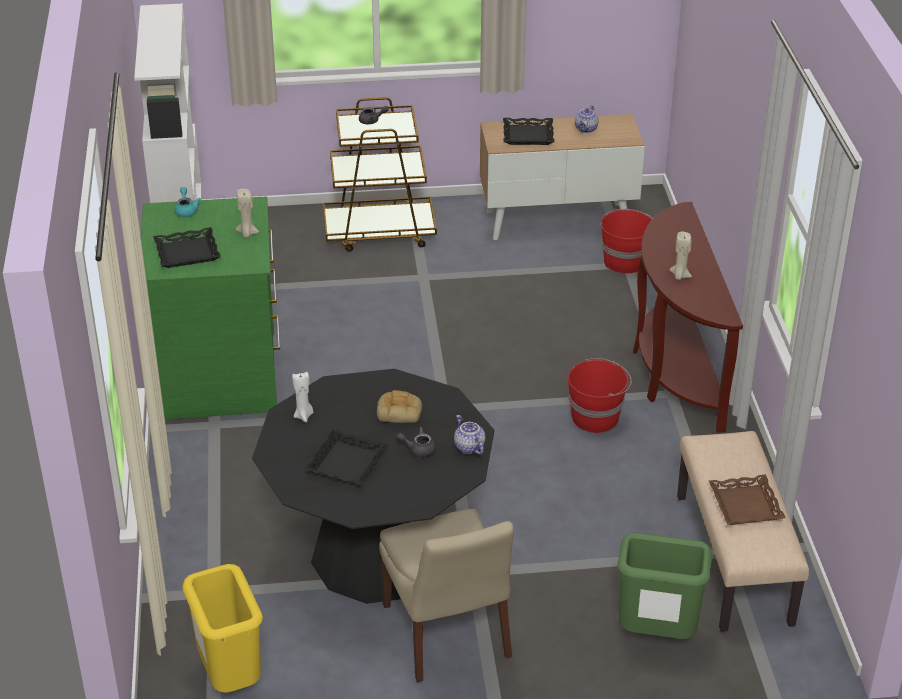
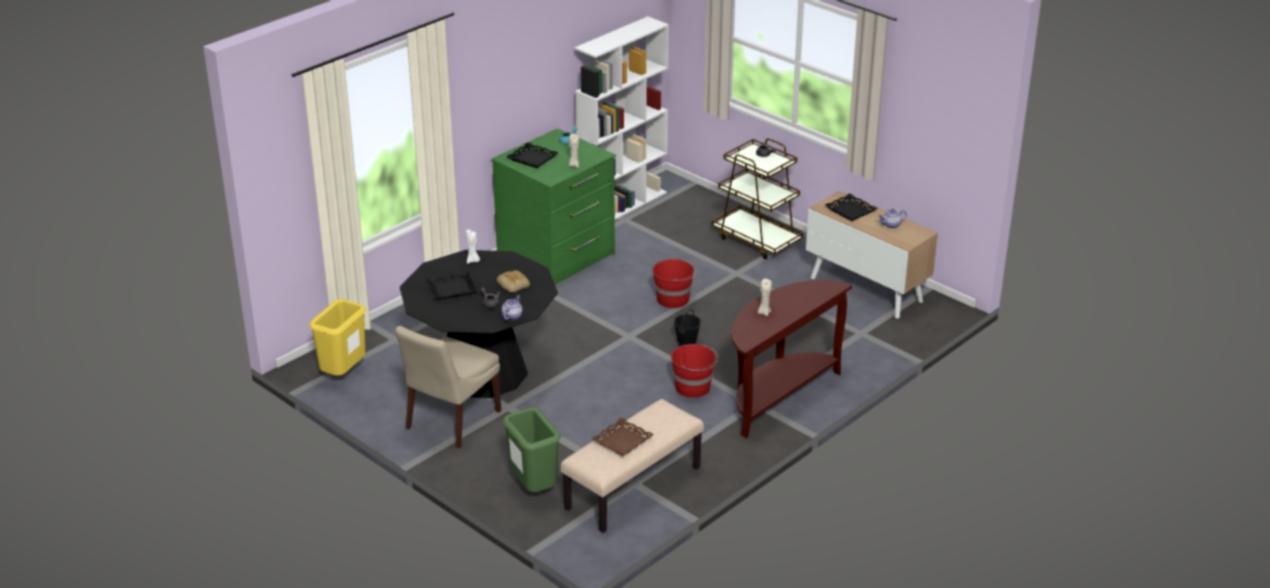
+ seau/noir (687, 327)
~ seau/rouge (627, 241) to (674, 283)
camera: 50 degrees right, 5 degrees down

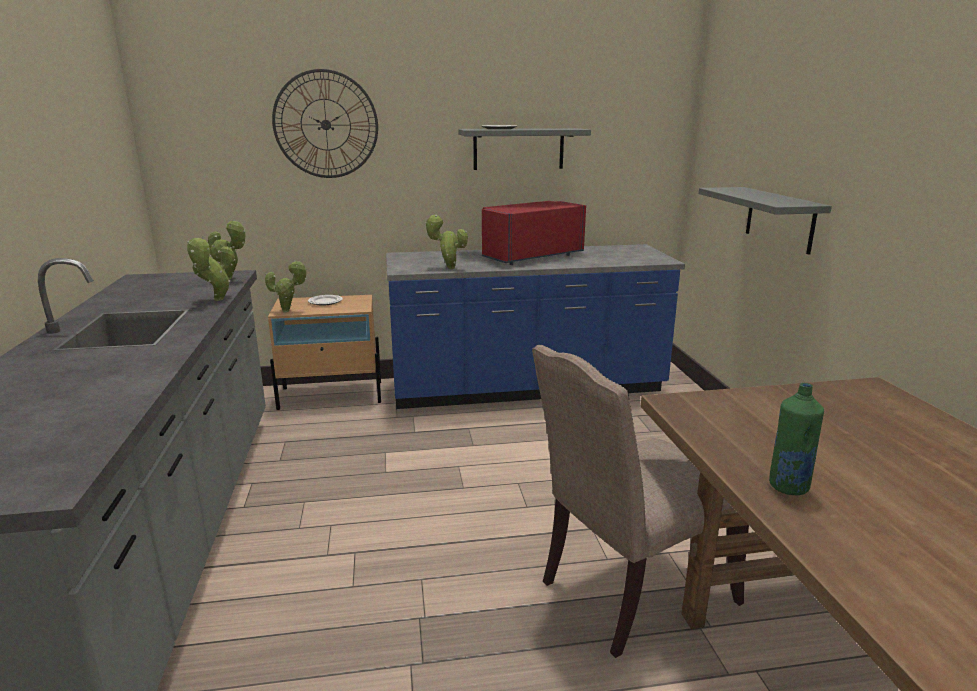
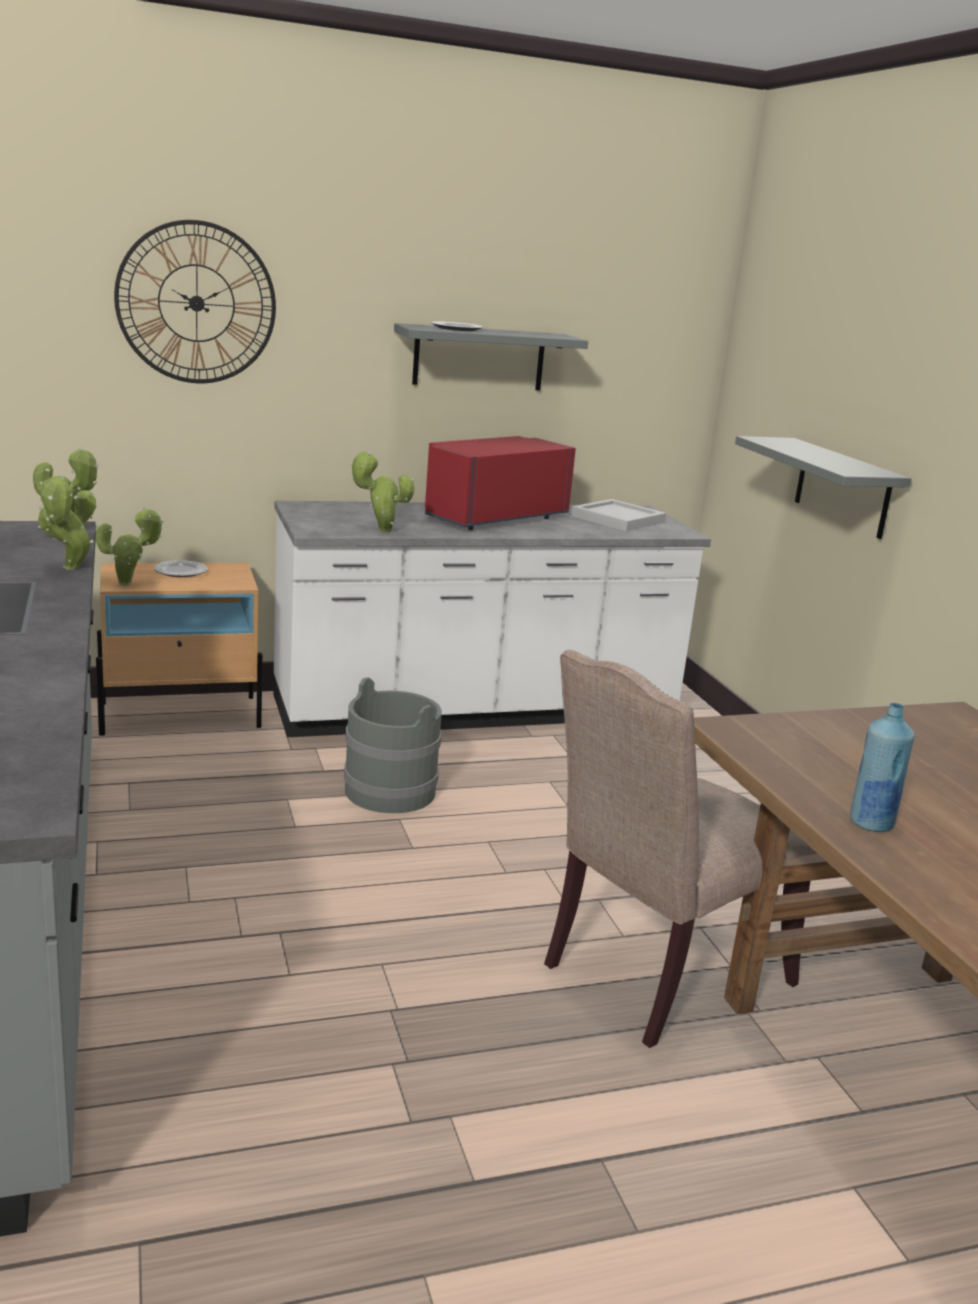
+ seau/gris (393, 745)
+ plateau/blanc (618, 515)
~ comptoir de cuisine/bleu (535, 326) to comptoir de cuisine/blanc (492, 619)
~ bouteille/vert (796, 439) to bouteille/bleu (882, 767)
camera: 10 degrees left, 0 degrees up

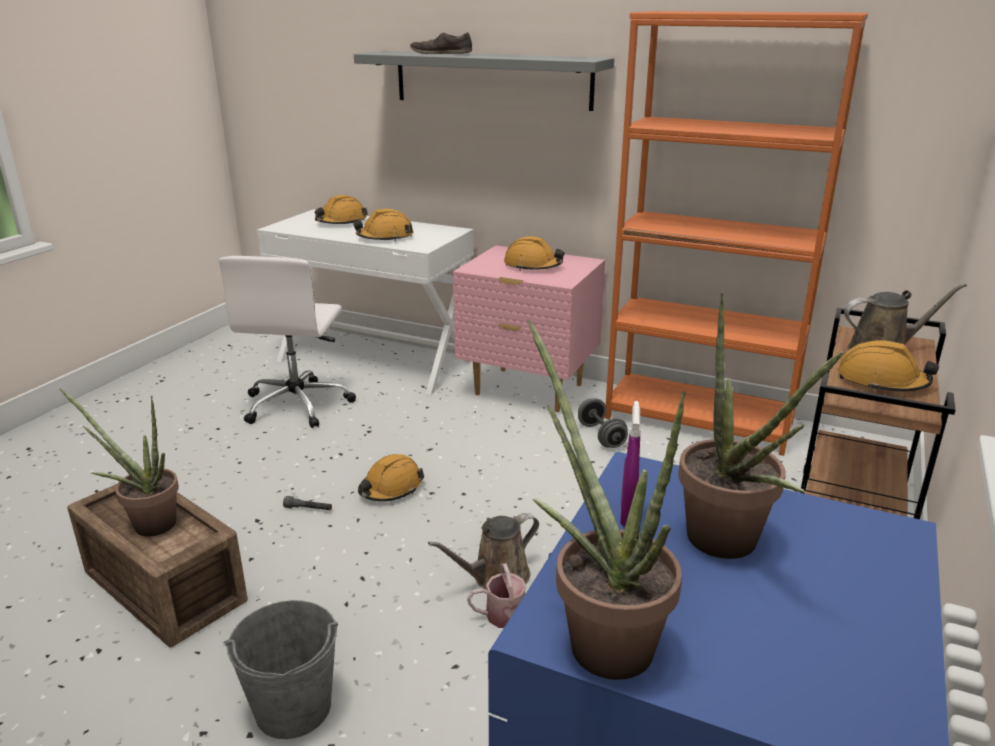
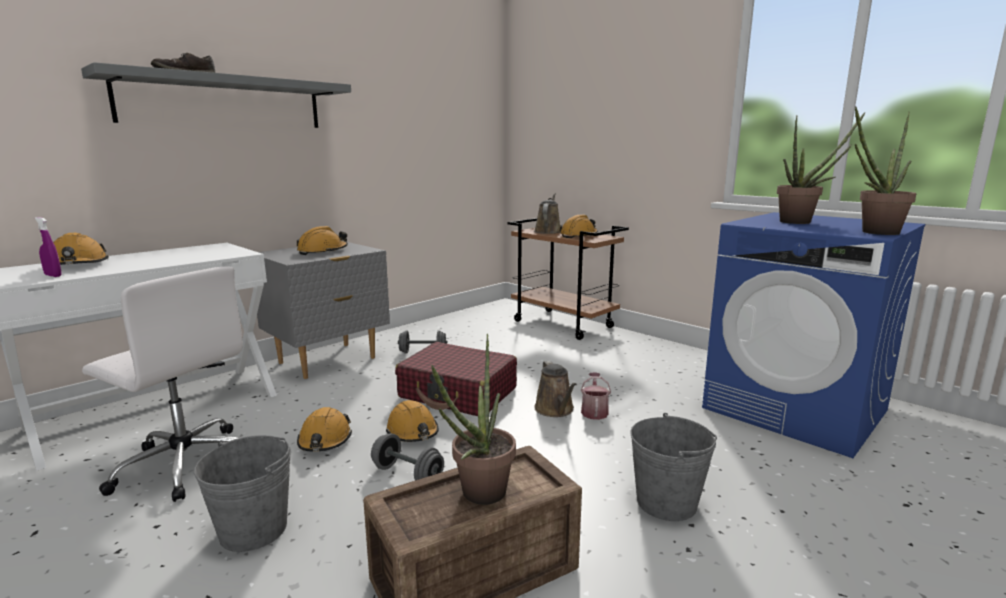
- bibliothèque/orange (736, 233)
+ seau/gris (242, 493)
+ valise/rouge (456, 379)
~ casque de chantier/orange (383, 225) to (324, 429)
~ vaporisateur/violet (630, 464) to (48, 247)
~ lampe de poche/gris (307, 503) to haltère/gris (407, 457)
~ table de chevet/rose (529, 328) to table de chevet/gris (323, 310)
camera: 70 degrees left, 10 degrees down

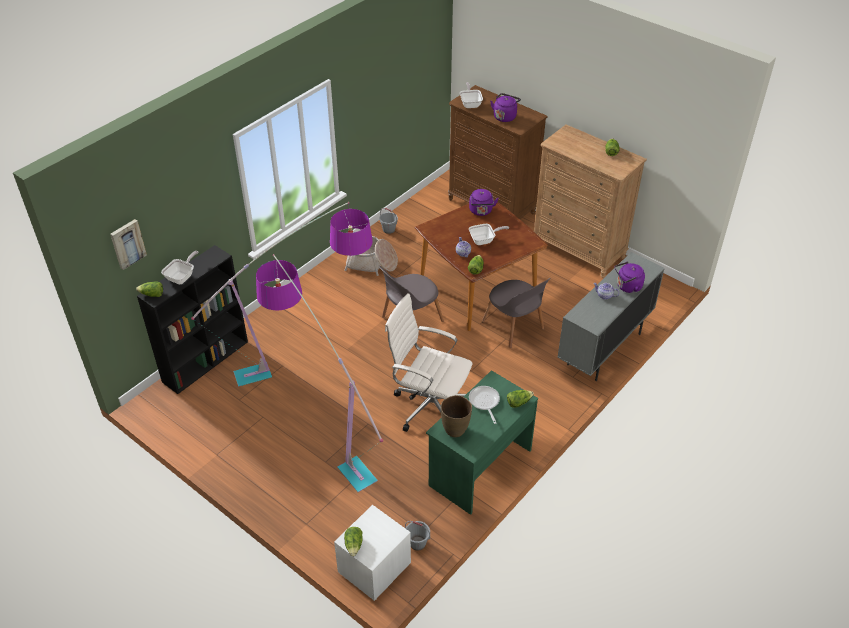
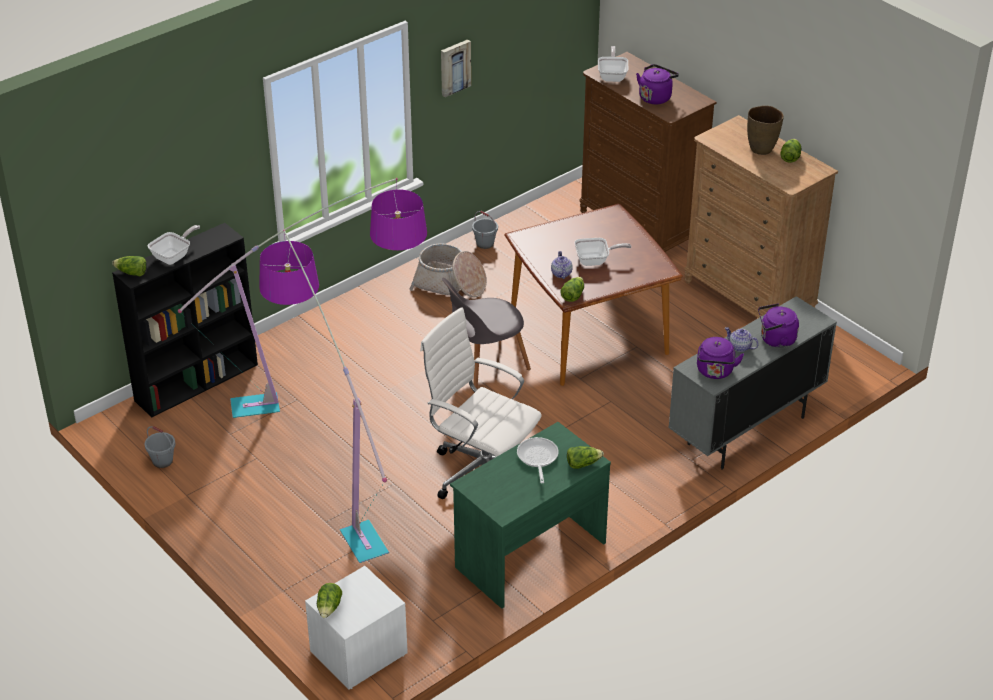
- chaise/gris (516, 313)
~ tableau (128, 244) to (456, 68)
~ seau/gris (417, 536) to (159, 447)
~ vase/marron (456, 416) to (765, 130)
~ bouilloire/violet (484, 202) to (720, 358)
camera: 10 degrees right, 5 degrees down

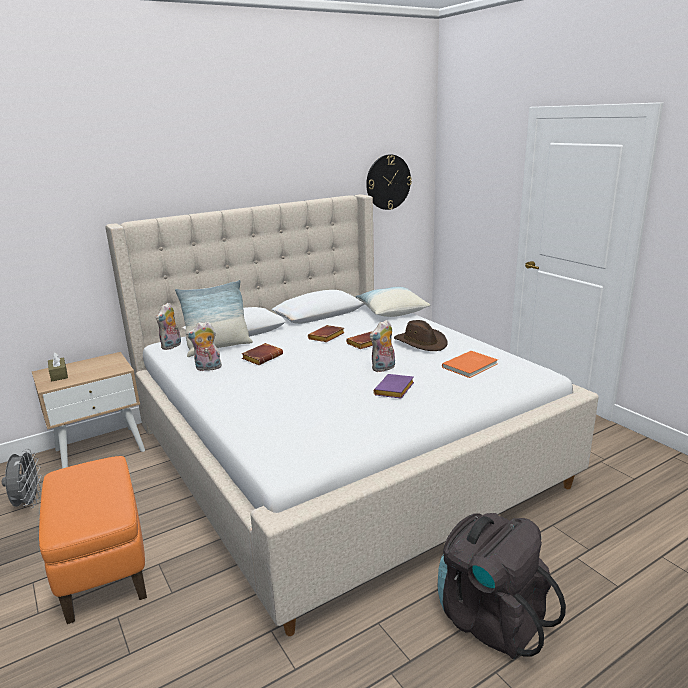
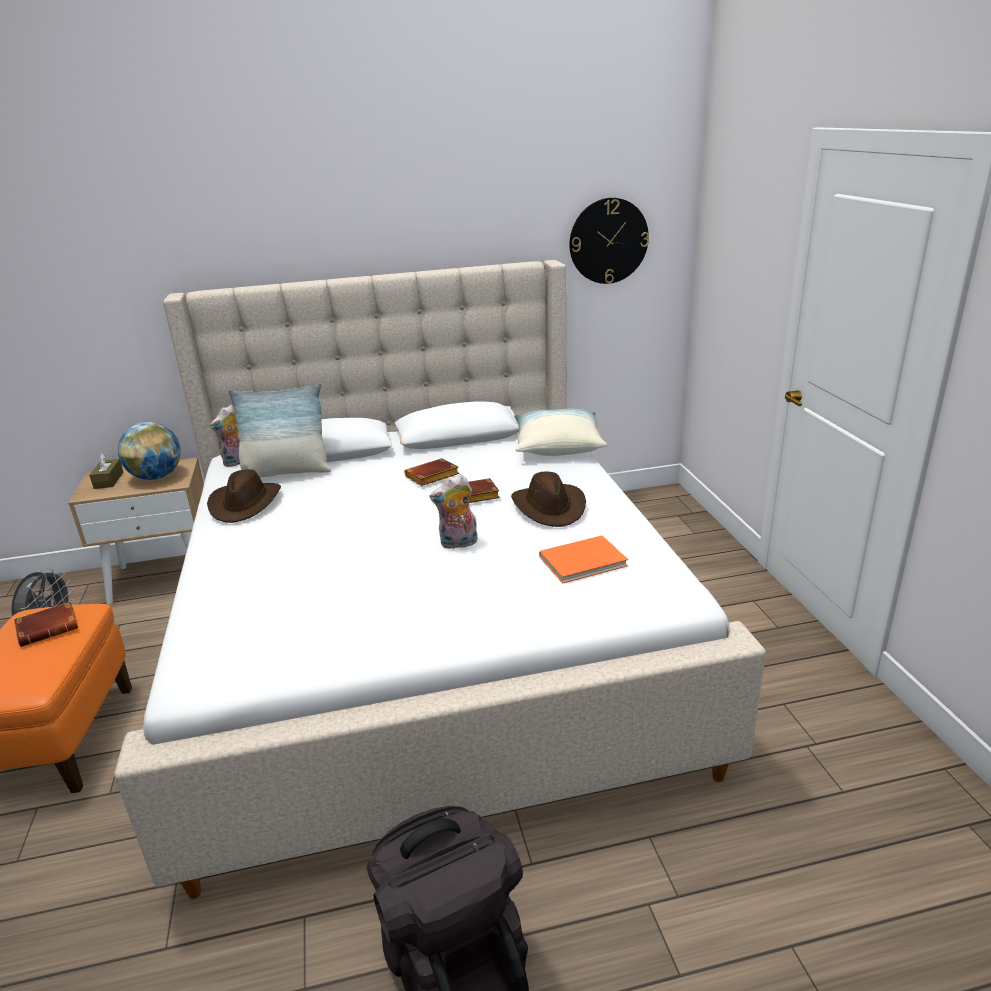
- livre/violet (393, 386)
+ globe (149, 451)
~ livre/marron (262, 354) to (46, 624)
~ peluche (204, 346) to chapeau/marron (244, 496)
camera: 20 degrees right, 5 degrees up

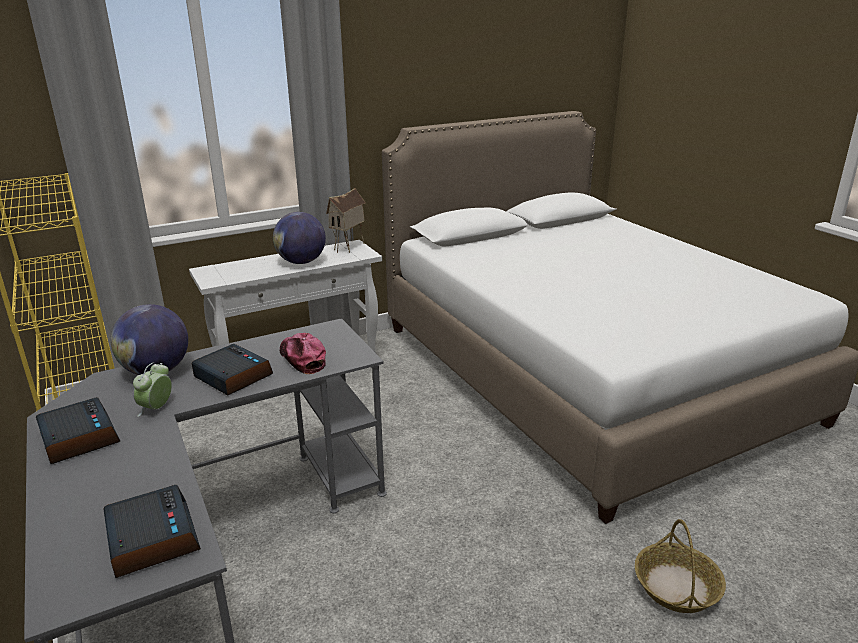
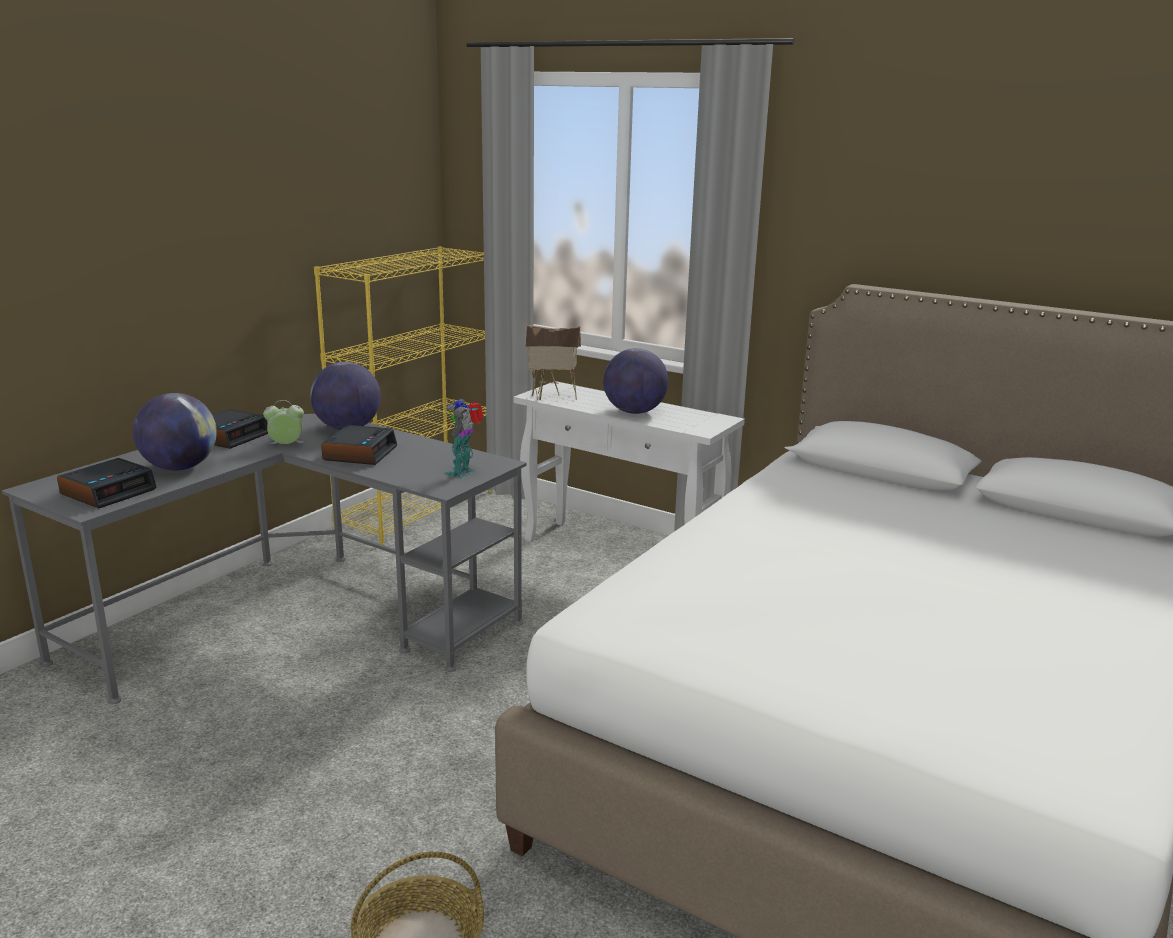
- casquette (303, 353)
+ globe (175, 431)
+ robot jouet (464, 439)
~ maison miniature (346, 220) to (553, 362)
camera: 60 degrees right, 5 degrees down

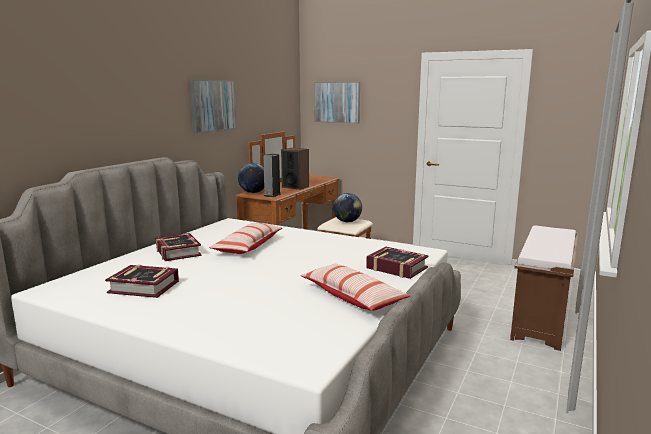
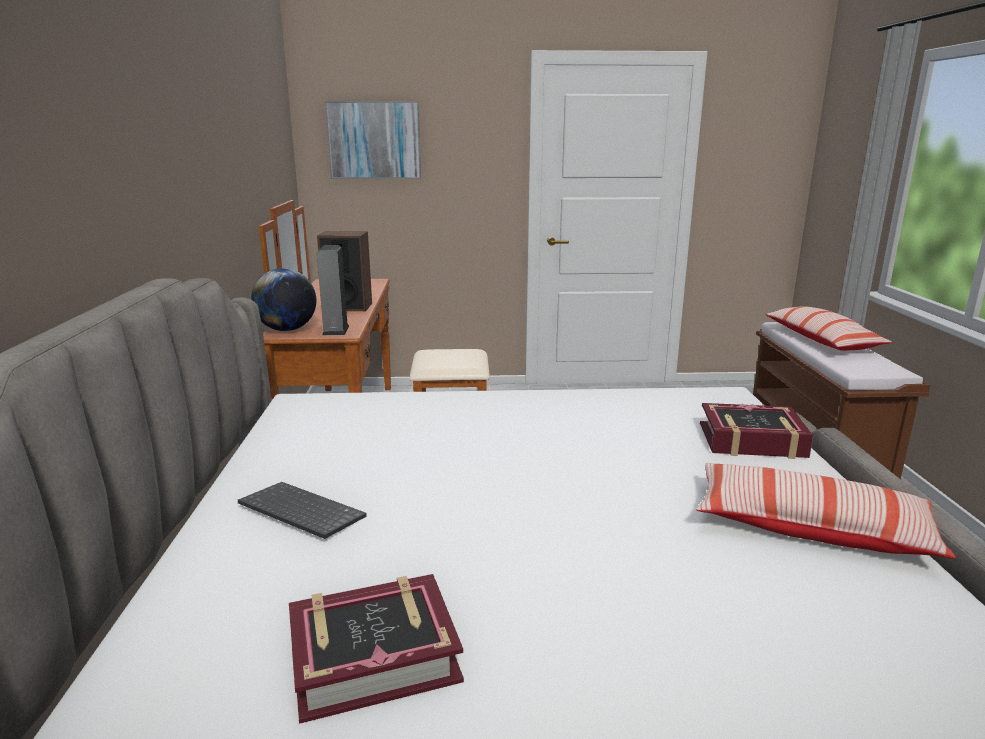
- tableau (213, 106)
- globe (347, 207)
~ coussin (245, 238) to (828, 328)
~ livre (179, 247) to clavier (302, 510)
camera: 30 degrees left, 5 degrees up

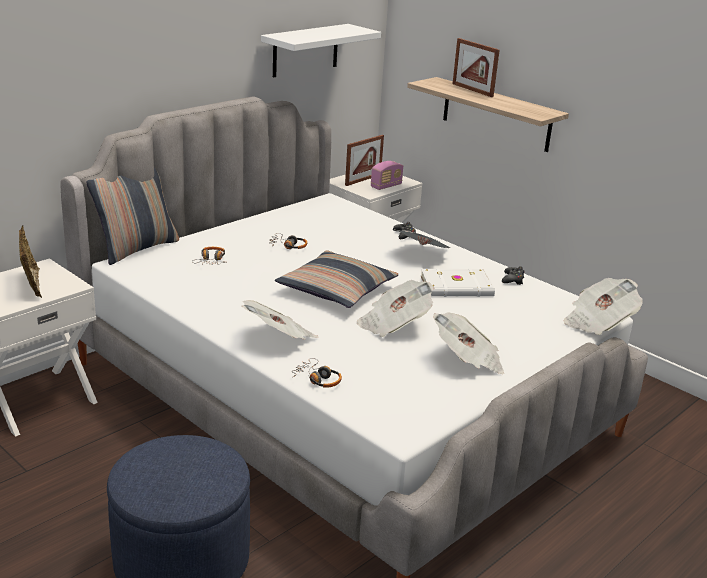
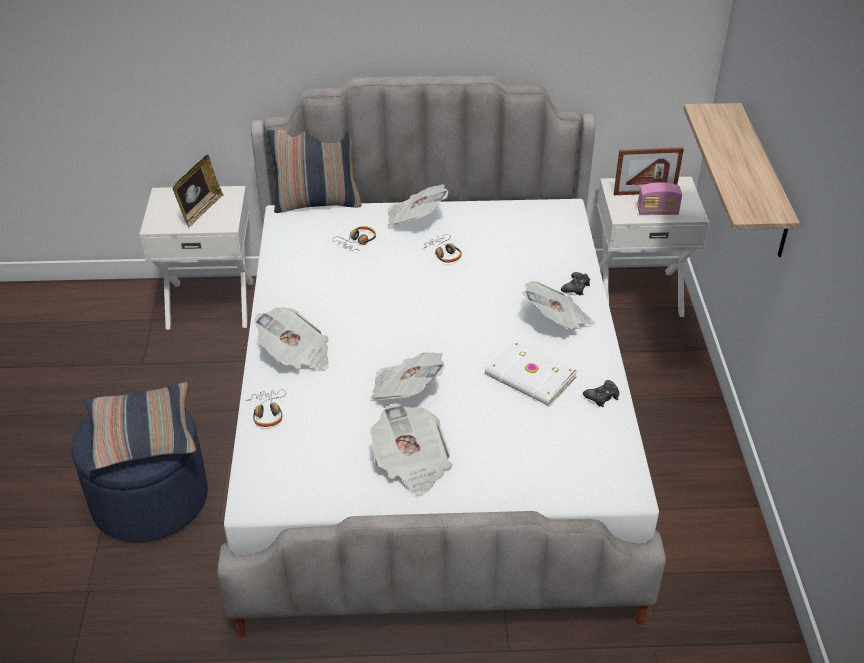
- étagère/blanc (321, 50)
- cadre photo (476, 67)
~ coussin (337, 279) to (141, 427)
~ journal (603, 306) to (418, 205)
camera: 45 degrees right, 15 degrees up

